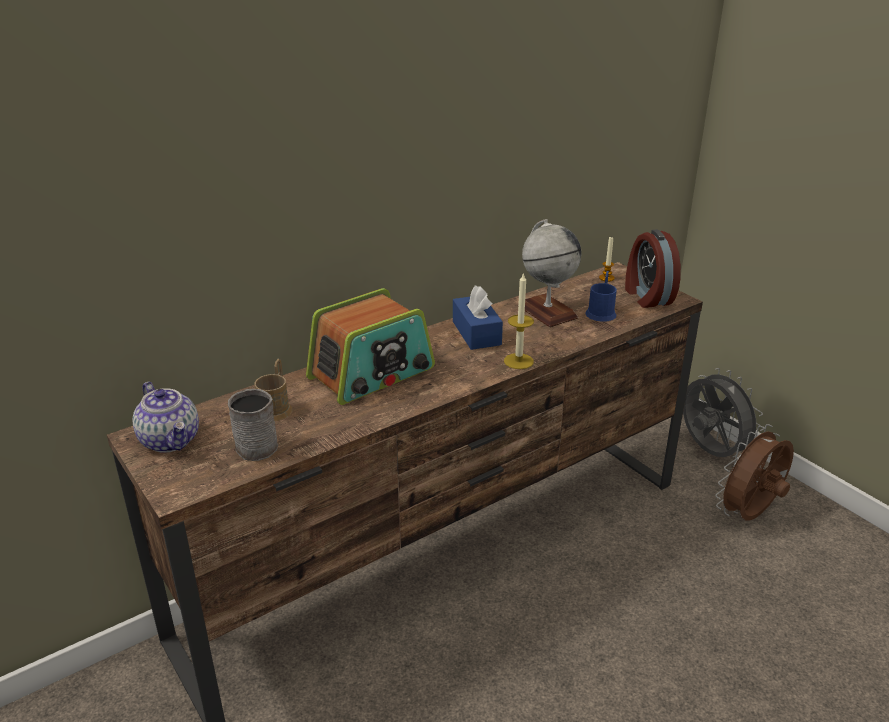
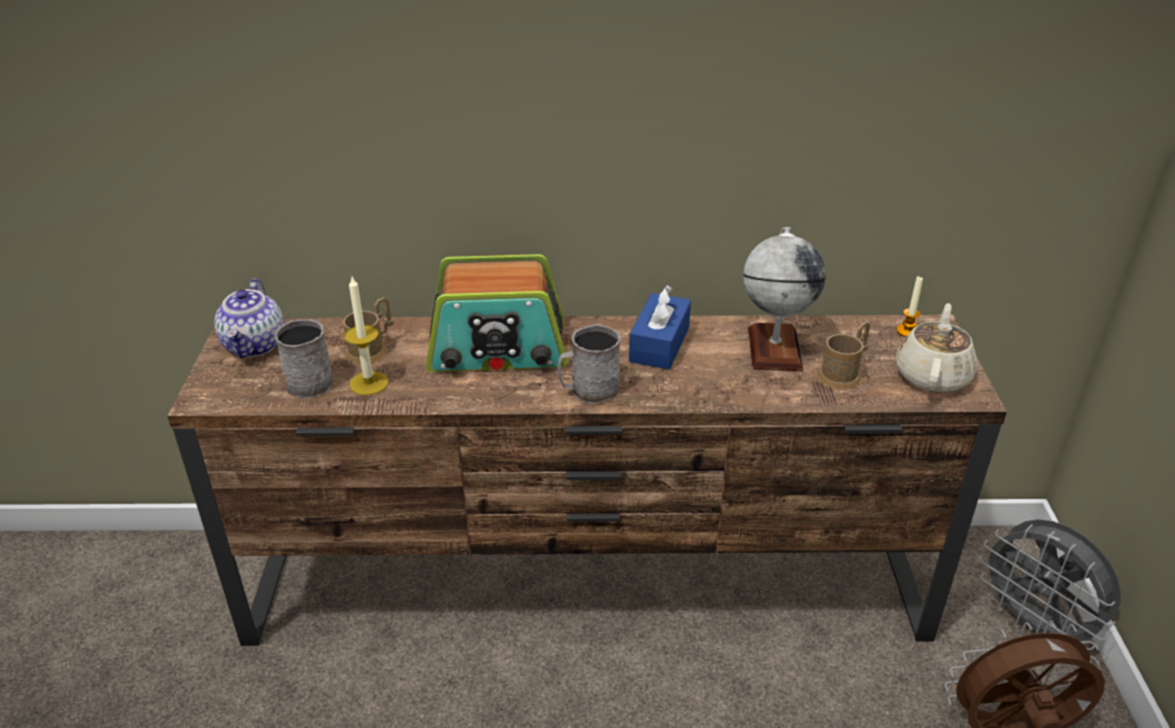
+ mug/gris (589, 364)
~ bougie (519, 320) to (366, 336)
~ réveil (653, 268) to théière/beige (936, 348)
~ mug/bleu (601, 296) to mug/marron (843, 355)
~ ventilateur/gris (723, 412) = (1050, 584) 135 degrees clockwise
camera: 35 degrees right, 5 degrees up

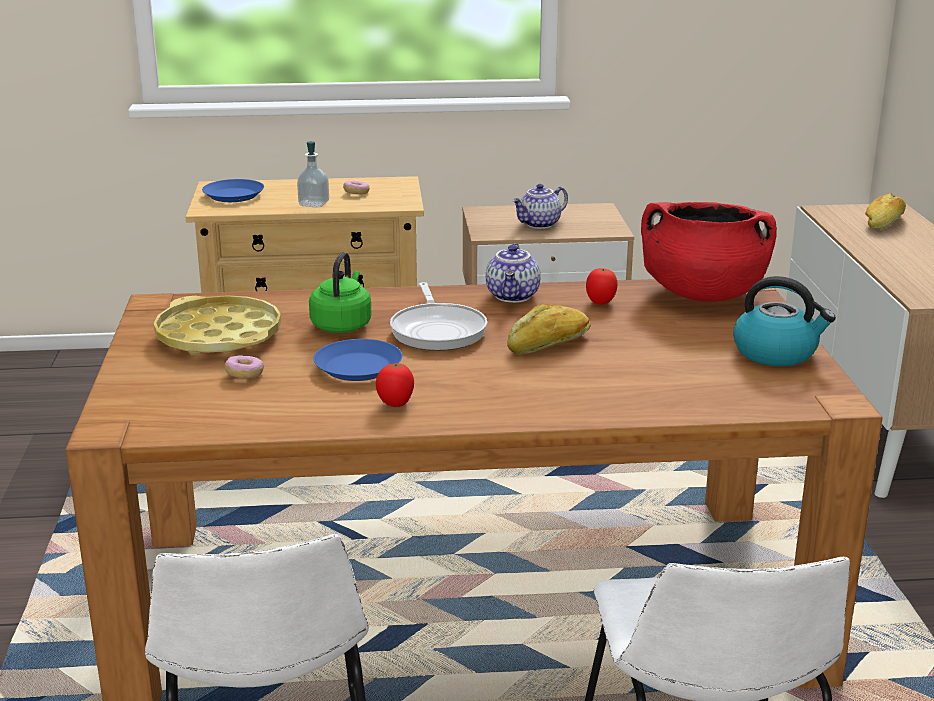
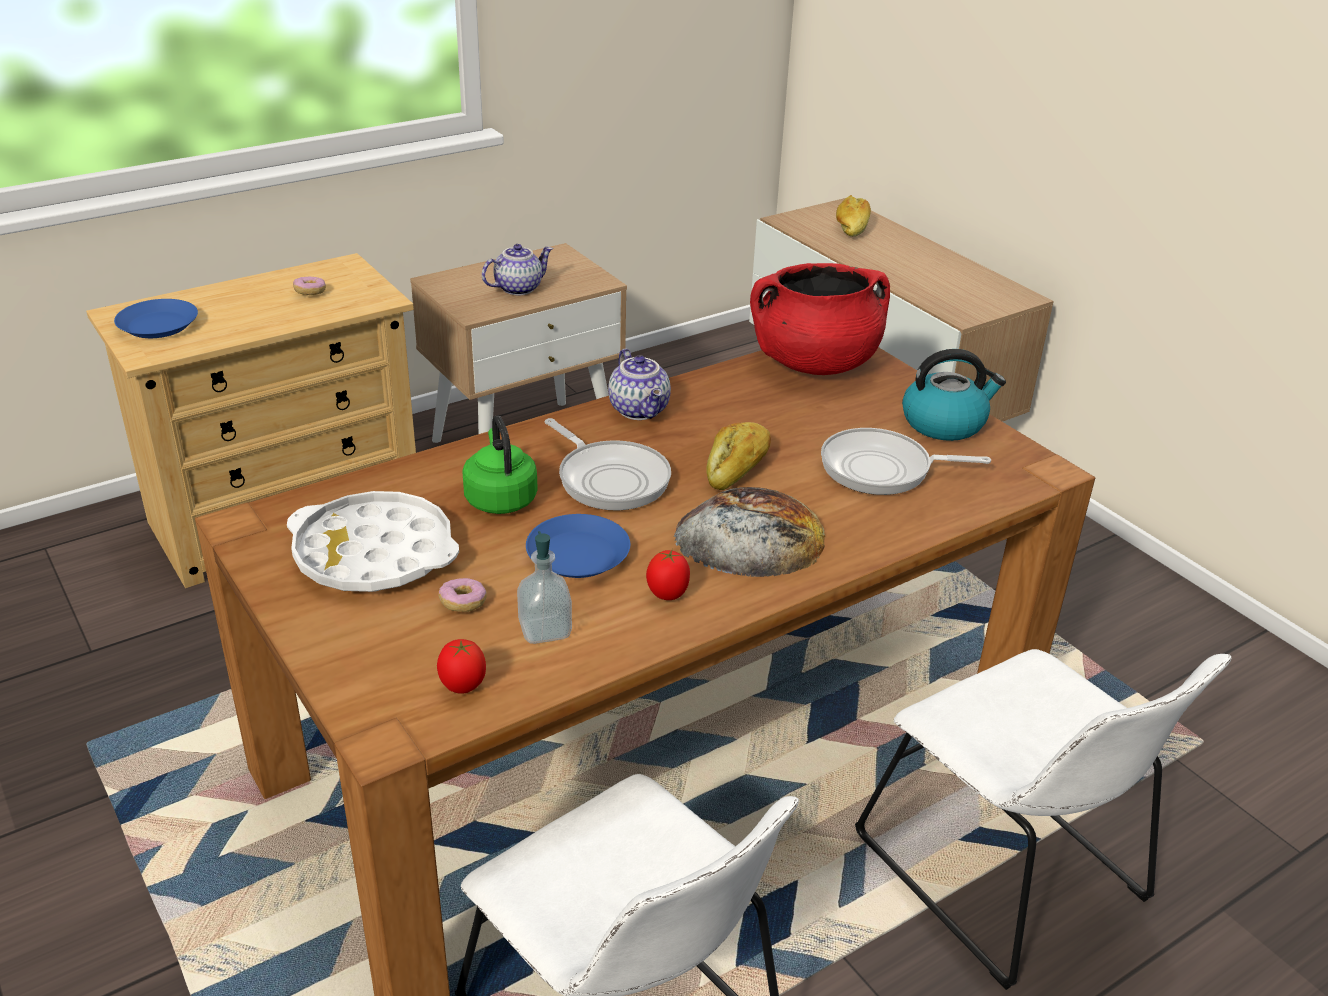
+ pain (749, 532)
+ poêle (906, 461)
~ distributeur de savon (313, 174) to (544, 587)
~ tomate (601, 286) to (461, 666)
~ plateau/jaune (217, 325) to plateau/blanc (373, 541)
~ théière (540, 206) = (517, 269) 150 degrees counterclockwise
camera: 30 degrees left, 10 degrees up

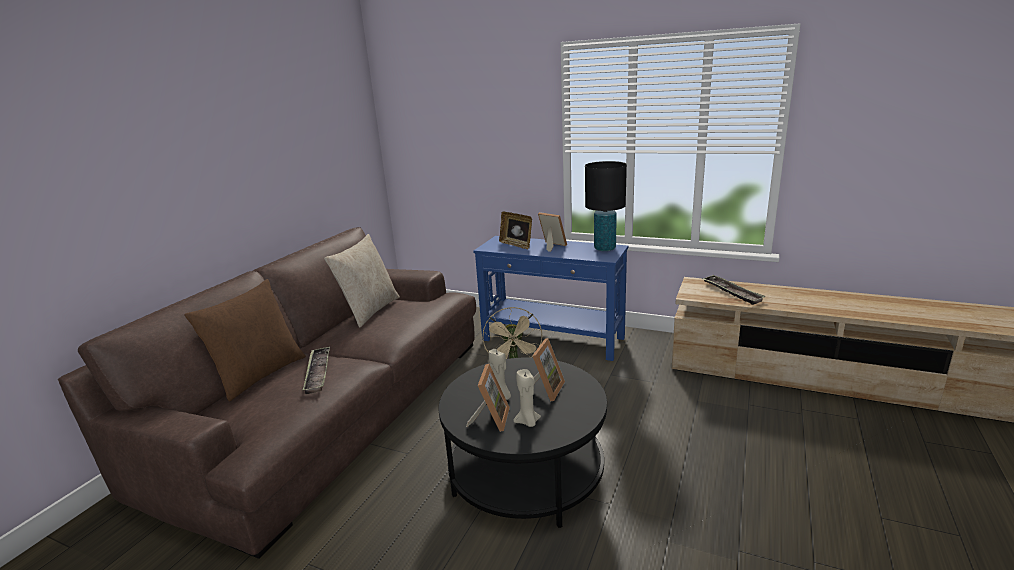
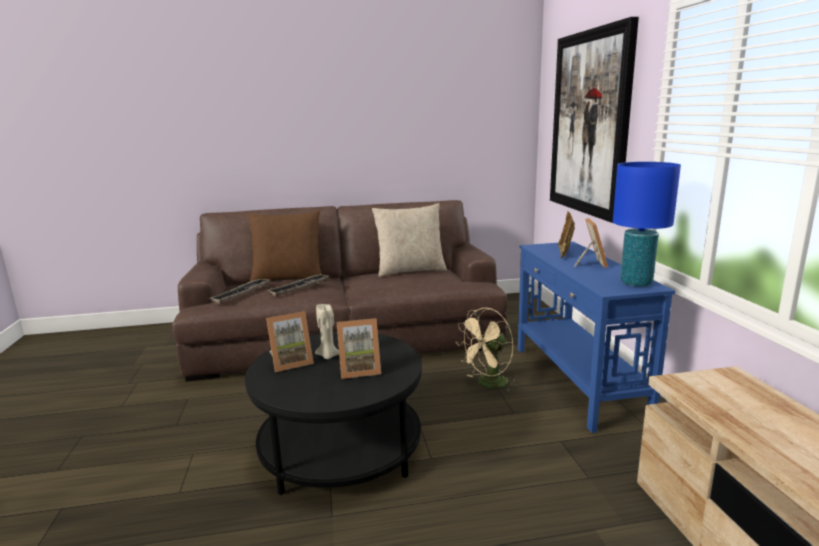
- bougie/beige (527, 398)
+ tableau (594, 120)
~ plateau (734, 290) to (240, 291)
~ lampe de table/noir (606, 206) to lampe de table/bleu (647, 224)
camera: 55 degrees right, 5 degrees down

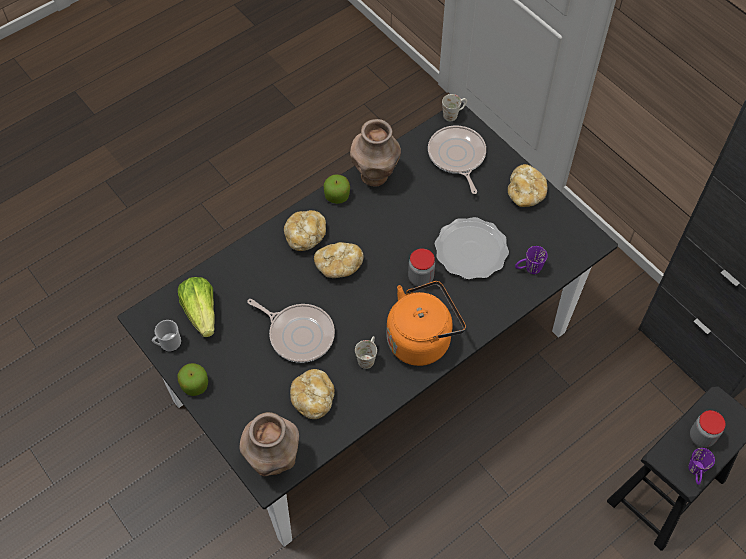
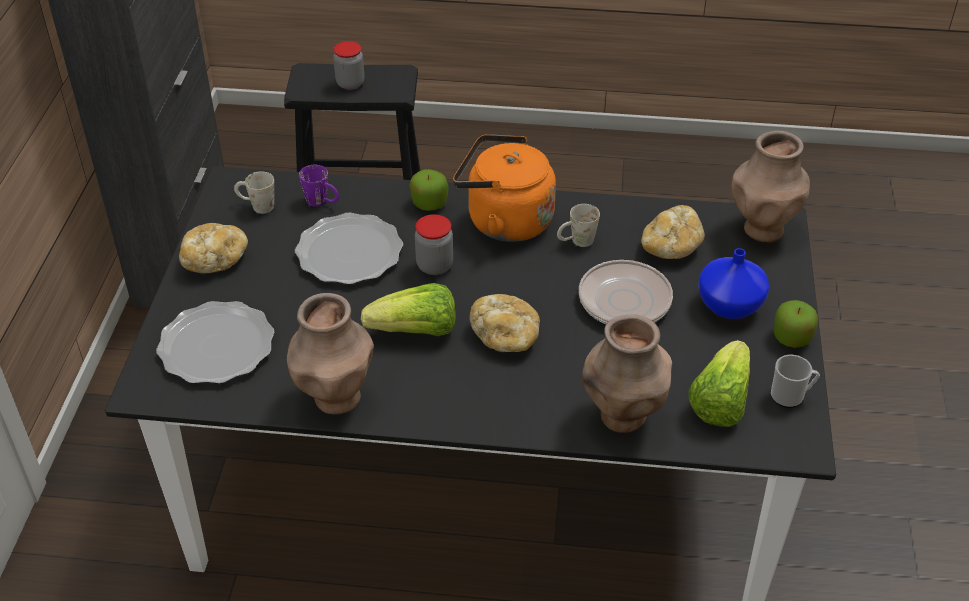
- pain (305, 230)
- mug/violet (701, 466)
+ laitue (408, 309)
+ vase/marron (627, 374)
+ vase/bleu (733, 283)
~ pomme (336, 189) to (428, 190)
~ mug/blanc (454, 107) to (254, 192)
~ poêle (457, 159) to assiette (215, 342)
camera: 135 degrees left, 15 degrees down

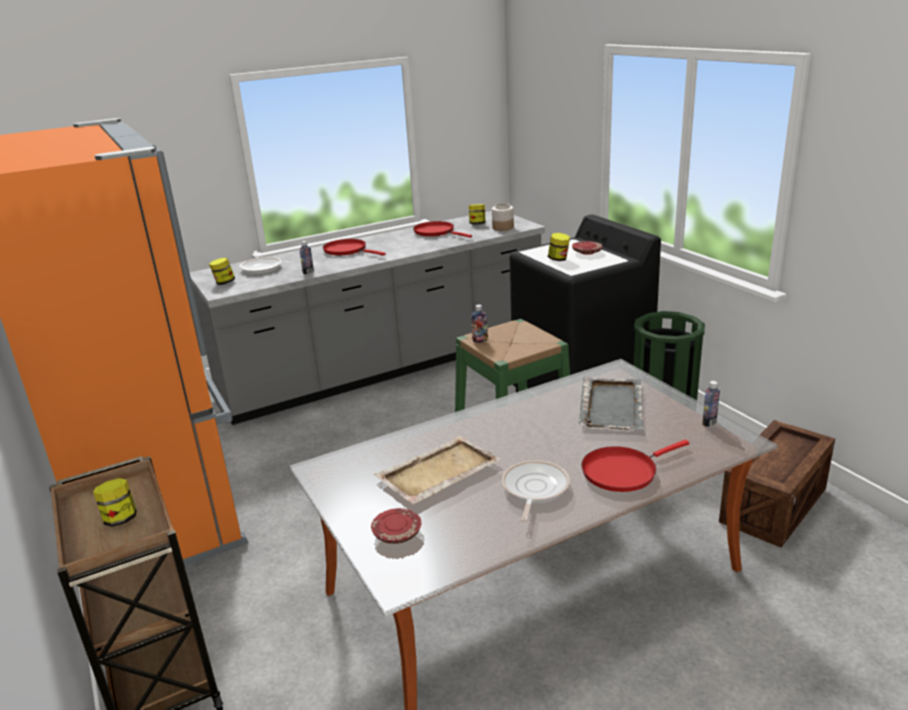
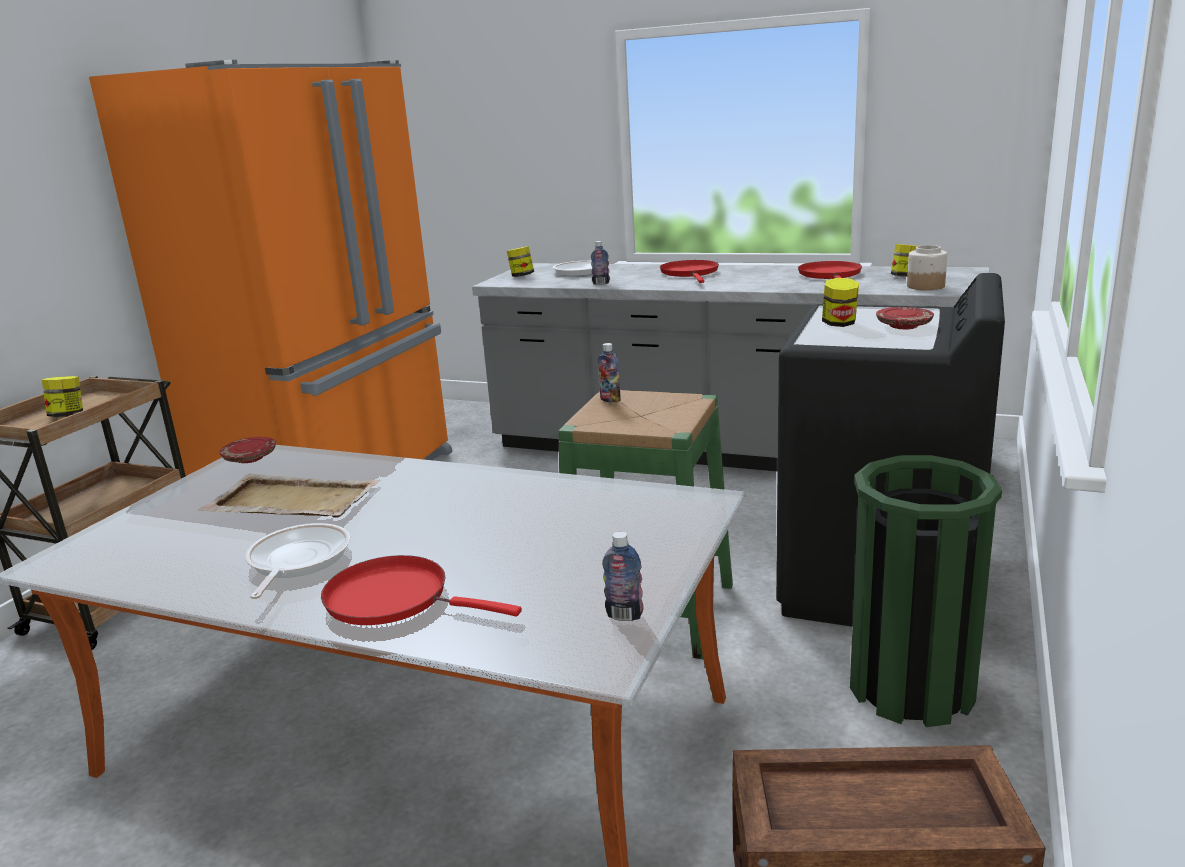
- plateau/gris (611, 403)
~ assiette/rouge (396, 526) to (248, 450)
~ poêle (536, 491) = (297, 561) 60 degrees counterclockwise
camera: 50 degrees right, 5 degrees down

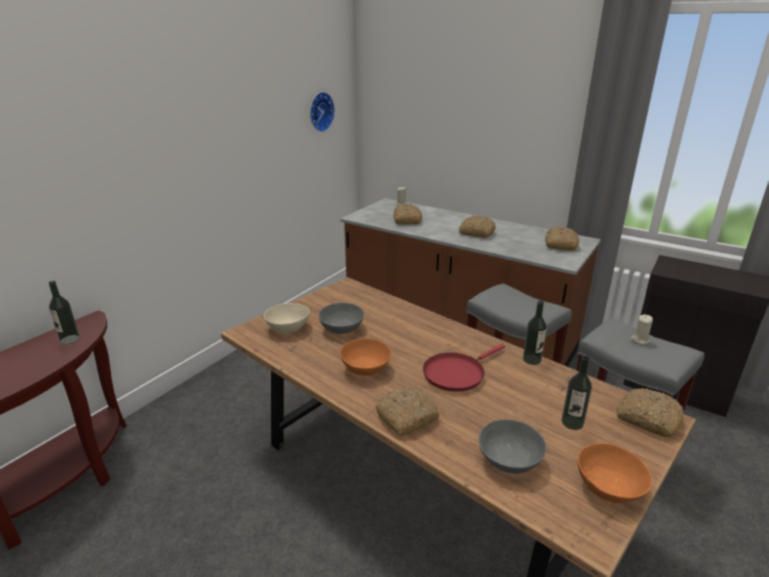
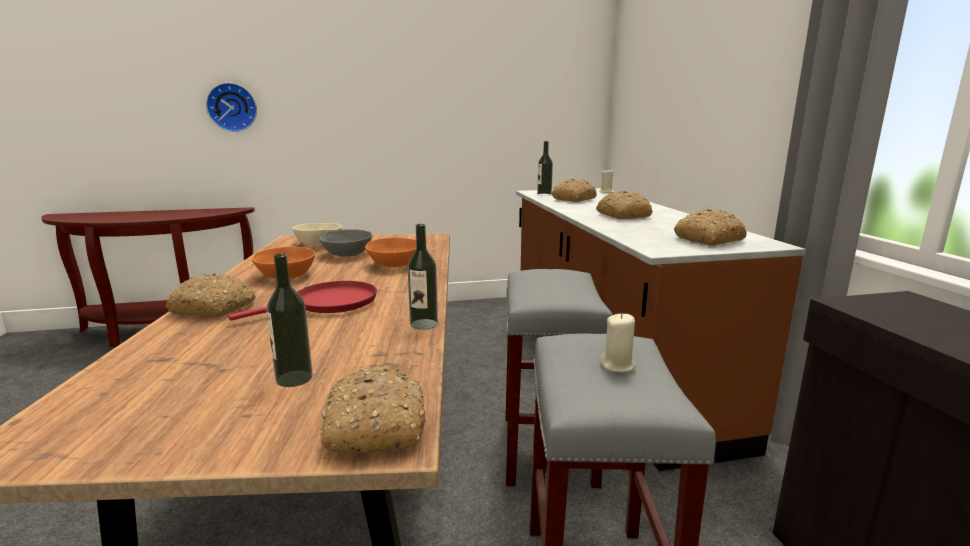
- bol/gris (512, 446)
~ bouteille (64, 312) to (545, 168)
~ horloge murale (322, 112) to (231, 107)
~ bol/orange (615, 473) to (390, 252)
~ poêle/rouge (464, 368) = (302, 301) 135 degrees clockwise
camera: 45 degrees right, 10 degrees down

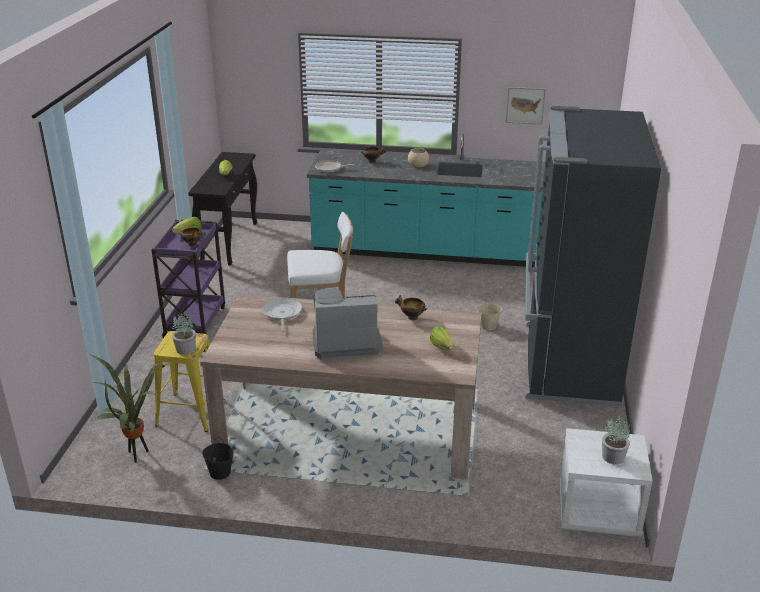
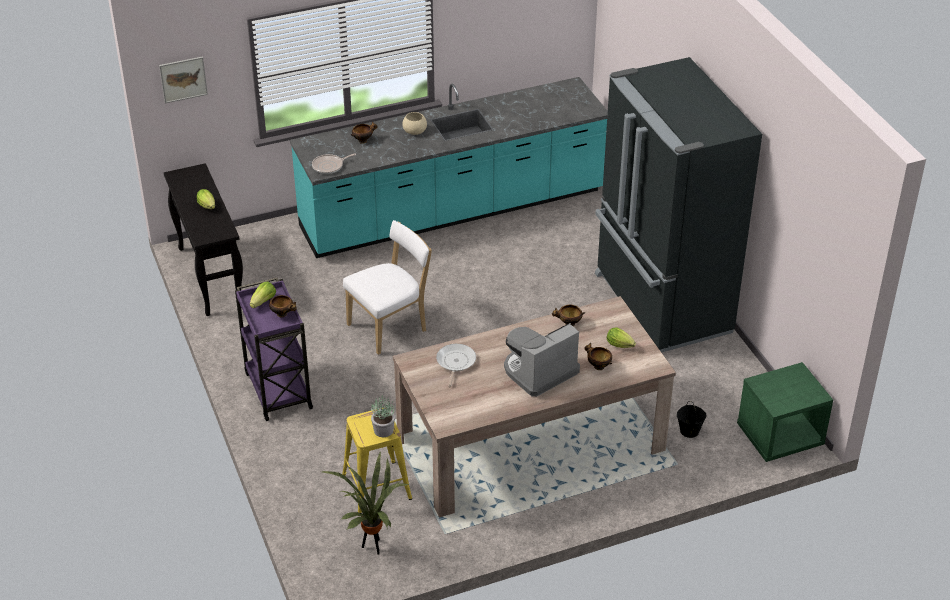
- seau/beige (489, 313)
- plante en pot (616, 439)
+ bol (598, 356)
~ seau/noir (218, 458) to (692, 419)
~ tableau (526, 106) to (183, 80)
~ table de chevet/blanc (605, 482) to table de chevet/vert (785, 412)
~ poêle (282, 315) = (456, 366) 45 degrees clockwise
camera: 30 degrees left, 10 degrees up

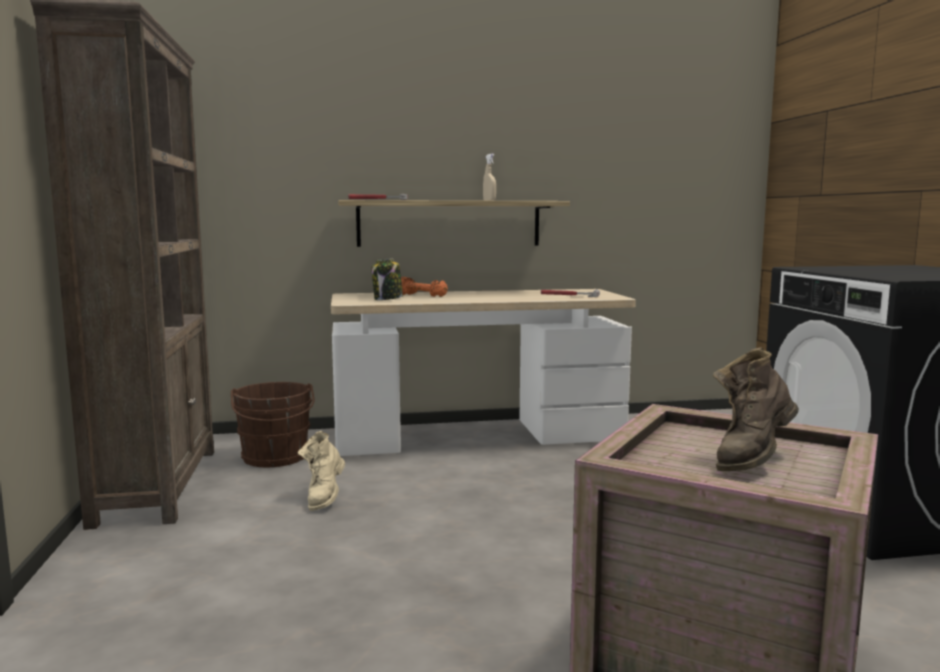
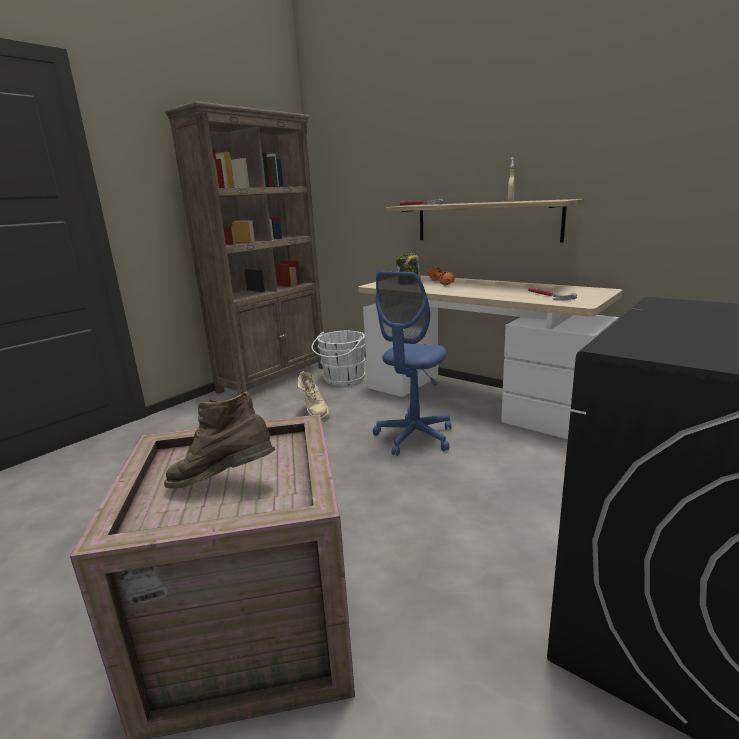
+ chaise de bureau/bleu (412, 363)
~ seau/marron (272, 424) to seau/blanc (338, 358)
~ botte/beige (321, 471) = (313, 395) 75 degrees counterclockwise
camera: 50 degrees right, 10 degrees up

